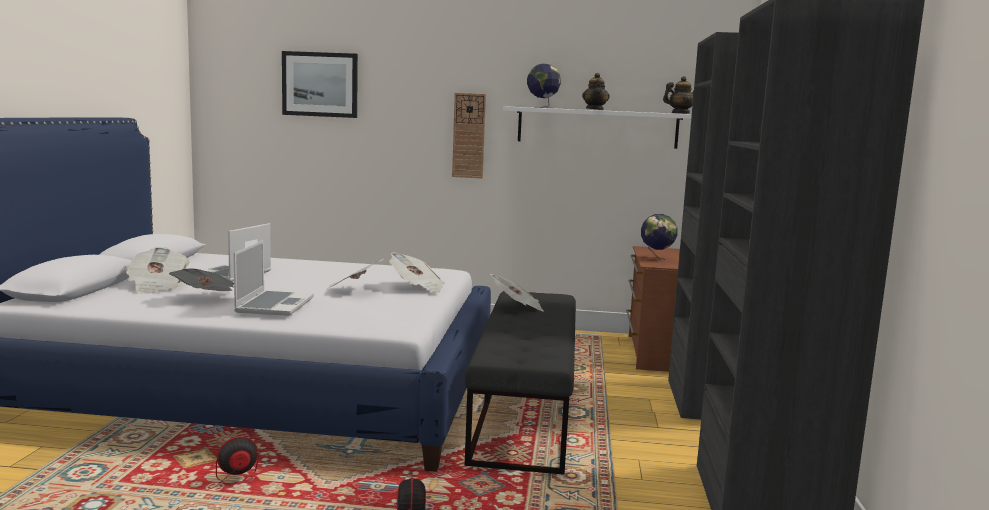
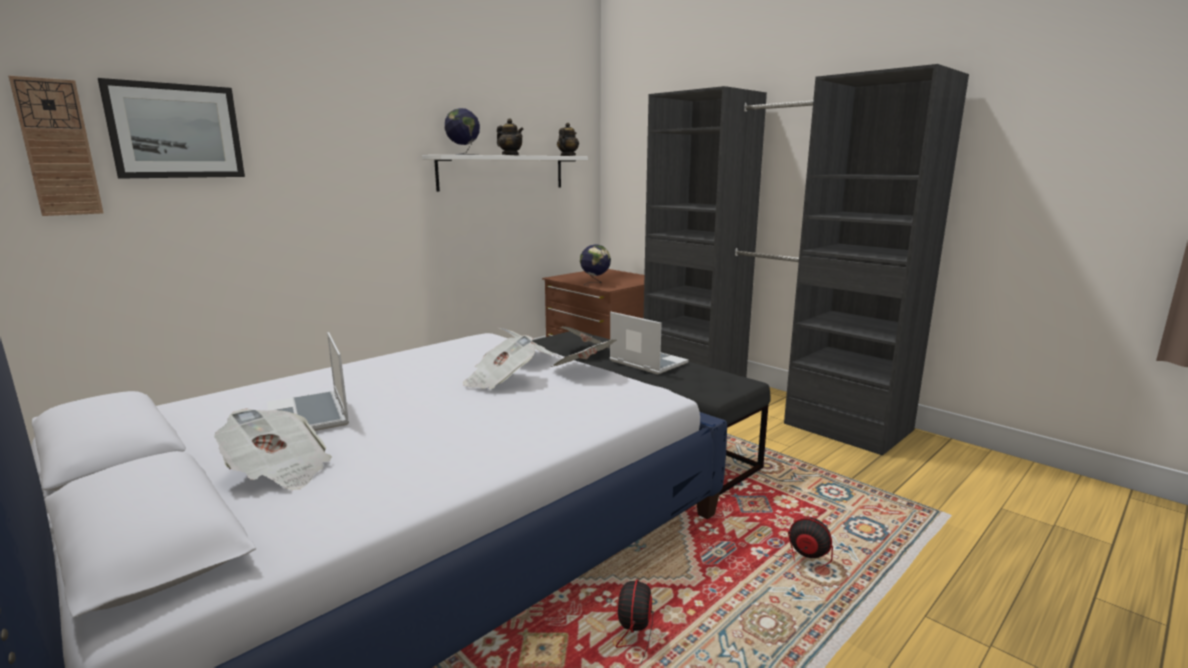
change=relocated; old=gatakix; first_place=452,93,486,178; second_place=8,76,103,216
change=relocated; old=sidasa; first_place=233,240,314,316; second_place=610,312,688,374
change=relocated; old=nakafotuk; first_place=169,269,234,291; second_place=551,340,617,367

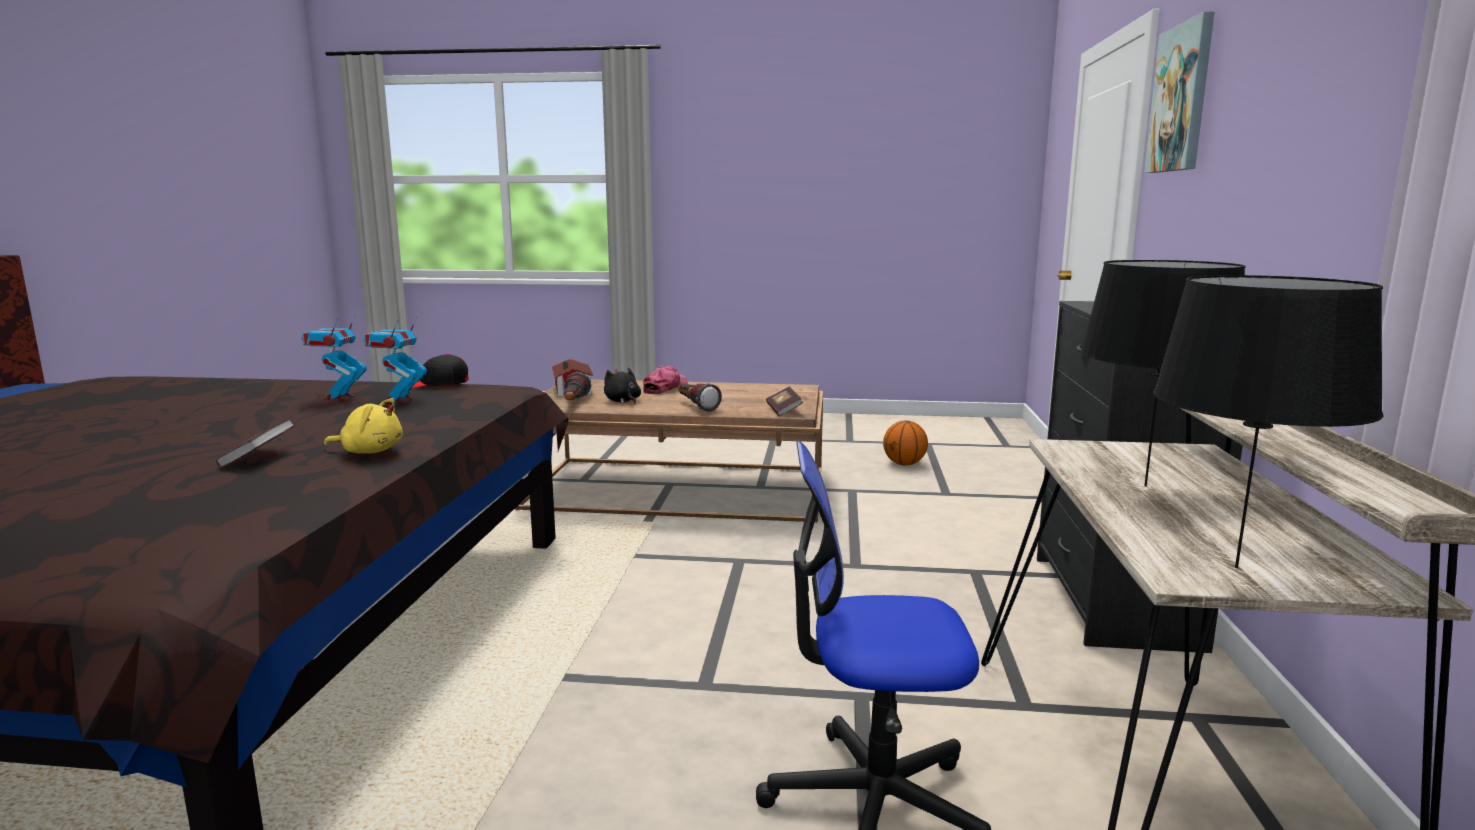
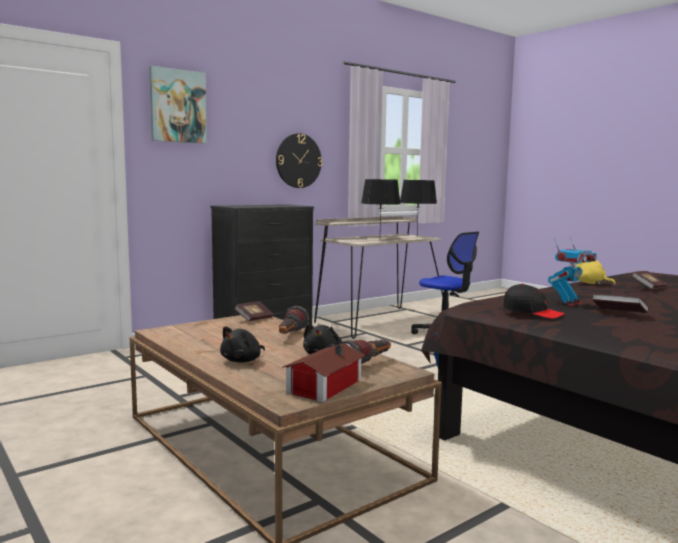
change=exchanged; old=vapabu; new=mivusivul; first_place=302,314,367,401; second_place=592,294,649,313
change=exchanged; old=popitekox; new=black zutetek; first_place=643,366,688,394; second_place=220,326,265,362
change=missing; old=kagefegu; first_place=883,420,928,466
change=appeared; new=gatakix; second_place=276,133,322,188

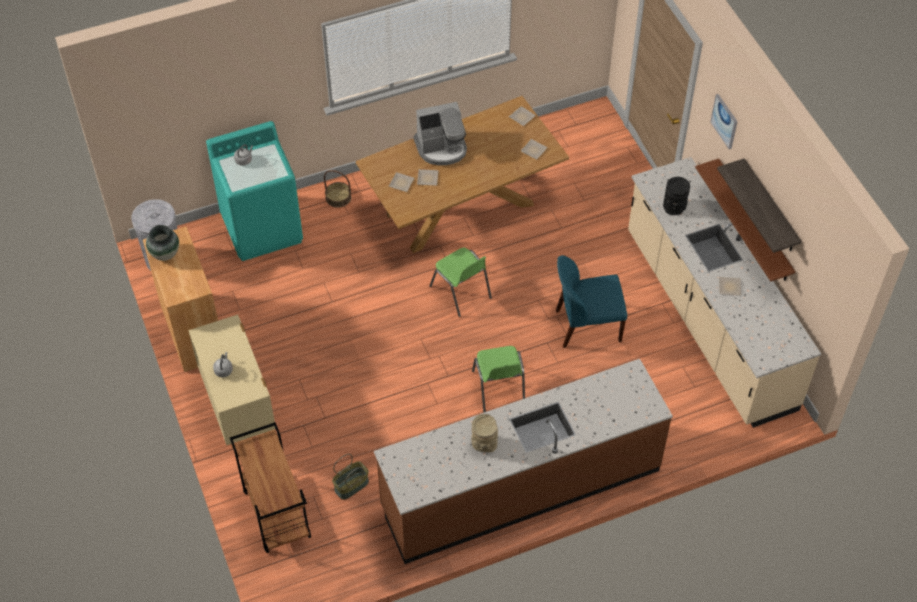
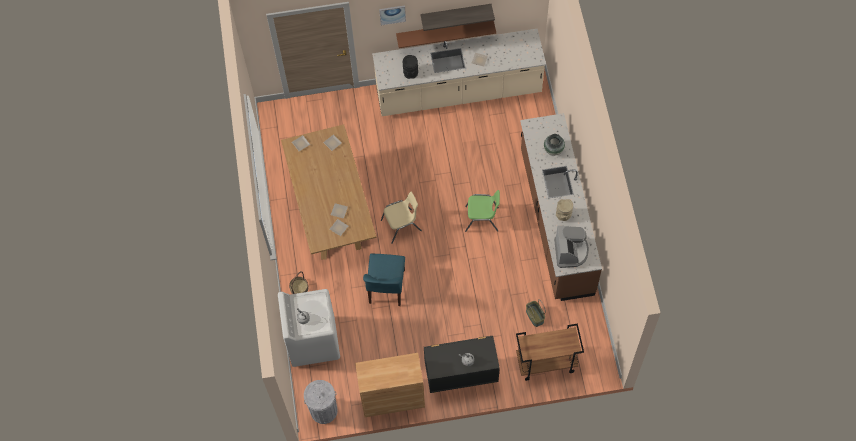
change=relocated; old=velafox; first_place=413,102,467,165; second_place=554,226,589,268
change=colour; old=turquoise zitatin; new=white zitatin; first_place=206,121,303,261; second_place=278,289,340,367
change=relocated; old=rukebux; first_place=146,225,179,261; second_place=544,134,565,156
change=colour; old=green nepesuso; new=beige nepesuso; first_place=430,247,492,317; second_place=381,192,422,244
change=relocated; old=blue nepesuso; first_place=556,255,627,348; second_place=363,253,405,306
change=colour; old=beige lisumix; new=black lisumix; first_place=188,315,275,448; second_place=424,336,500,393

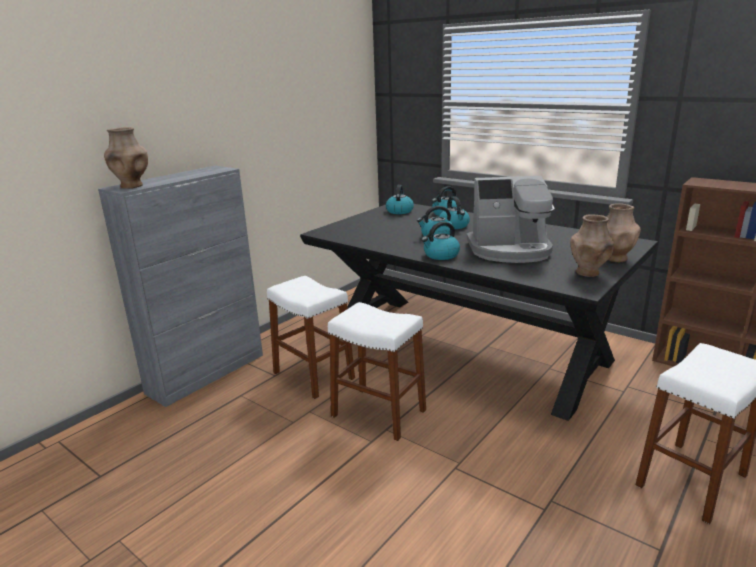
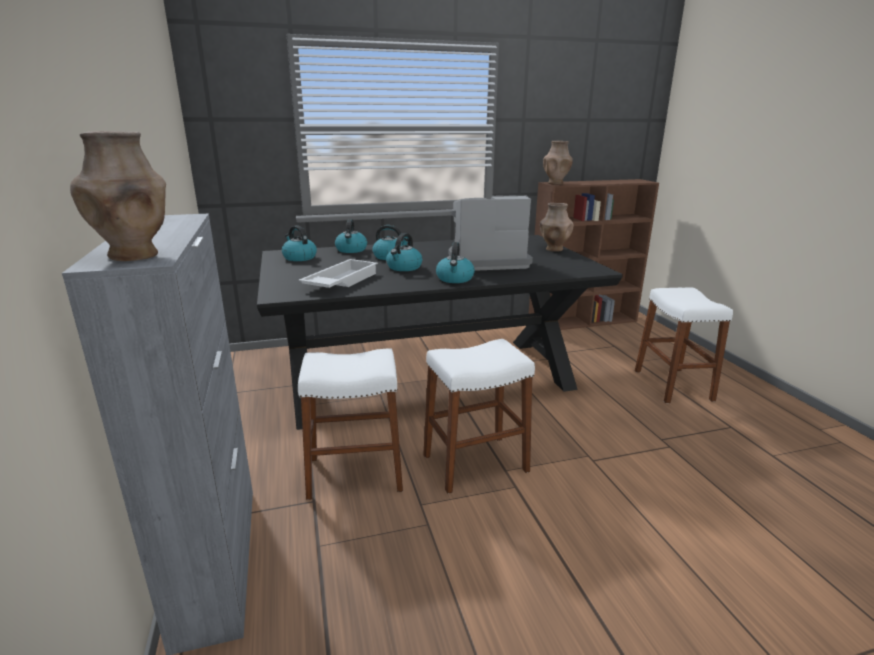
change=spun; old=velafox; first_place=467,176,555,263; second_place=449,195,533,271; degrees=-135
change=relocated; old=brown rukebux; first_place=570,214,614,277; second_place=543,141,573,184
change=appeared; new=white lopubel; second_place=299,259,378,288

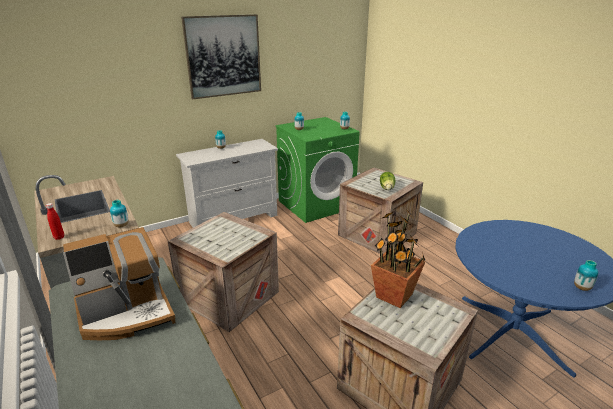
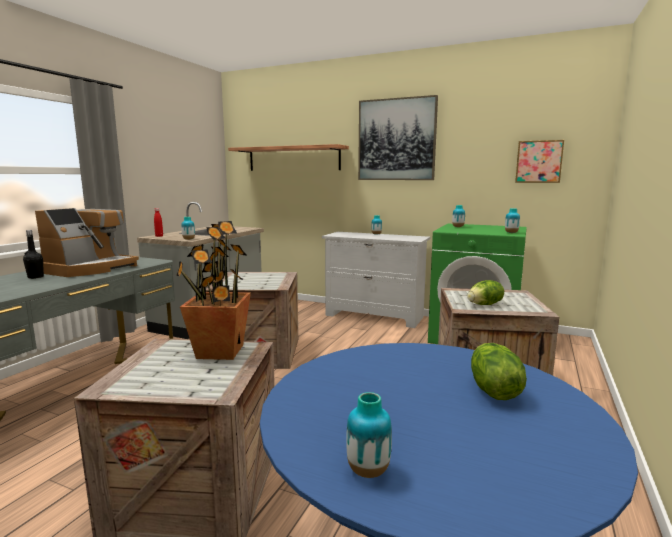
change=spun; old=velafox; first_place=63,227,176,340; second_place=35,208,139,277; degrees=-90
change=appeared; new=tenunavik; second_place=515,140,564,183
change=appeared; new=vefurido; second_place=228,144,349,171
change=appeared; new=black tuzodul; second_place=23,230,44,279
change=appeared; new=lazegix; second_place=471,343,527,400

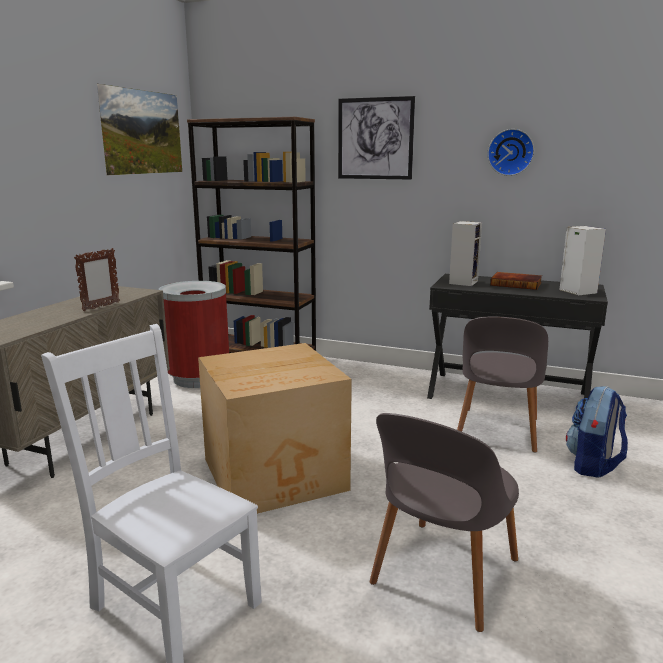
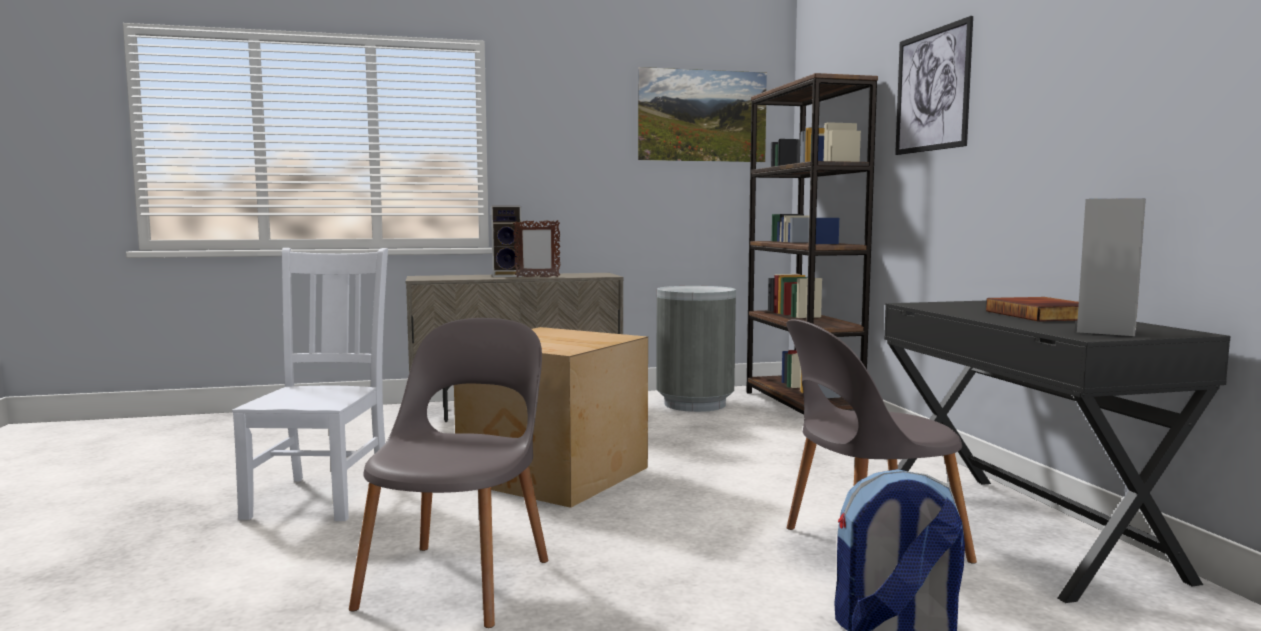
change=missing; old=gatakix; first_place=487,129,534,176
change=relocated; old=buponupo; first_place=449,221,482,286; second_place=491,205,522,277
change=colour; old=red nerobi; new=grey nerobi; first_place=159,281,229,388; second_place=656,286,736,412
change=spun; old=grey nepesuso; first_place=369,413,519,632; second_place=349,318,548,628; degrees=105

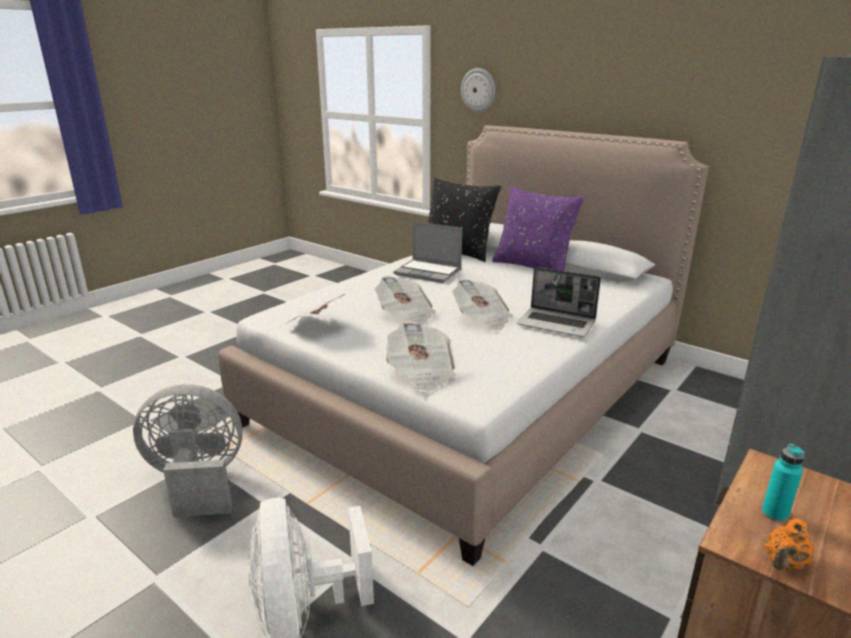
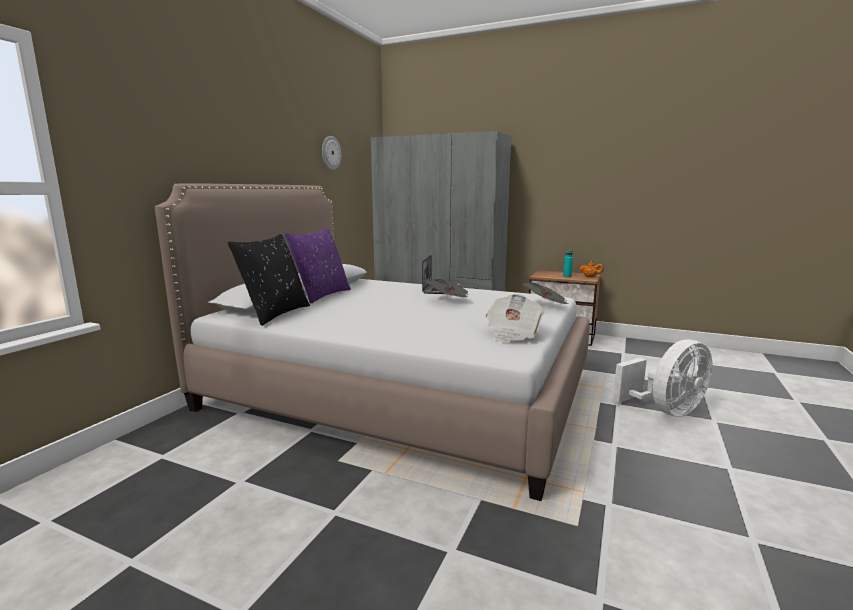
change=relocated; old=gatakix; first_place=461,68,495,112; second_place=322,136,341,170
change=missing; old=sidasa; first_place=393,221,462,283
change=missing; old=nakafotuk; first_place=375,276,436,325
change=missing; old=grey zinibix; first_place=133,384,243,518

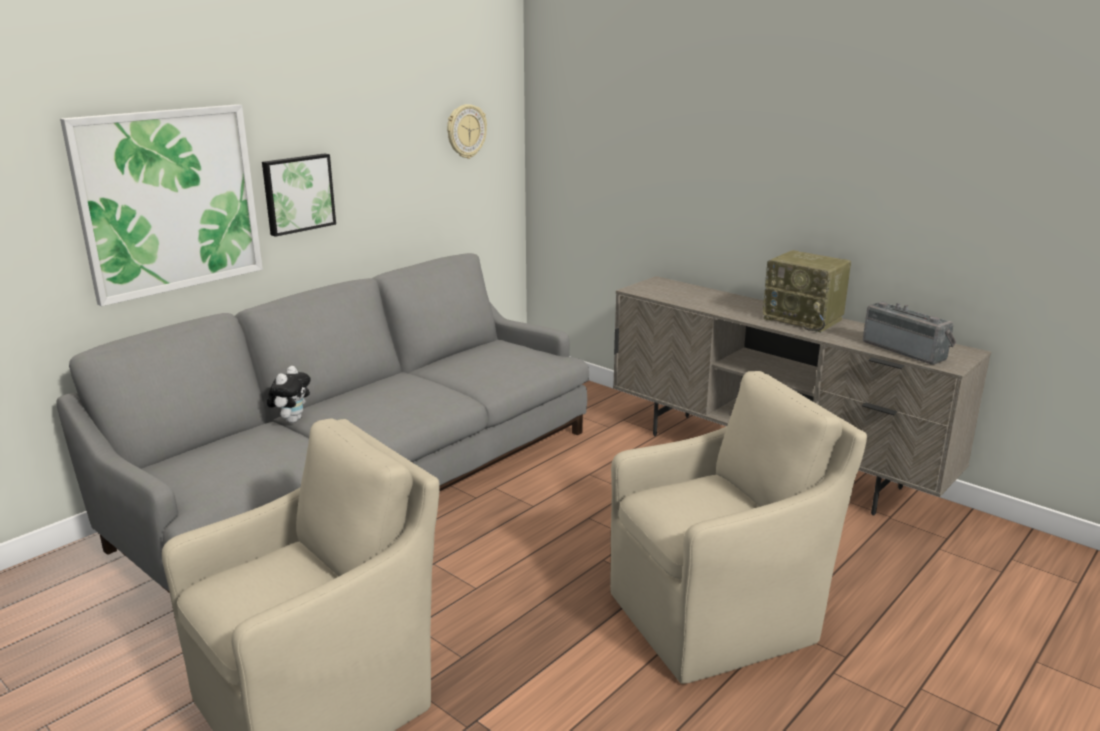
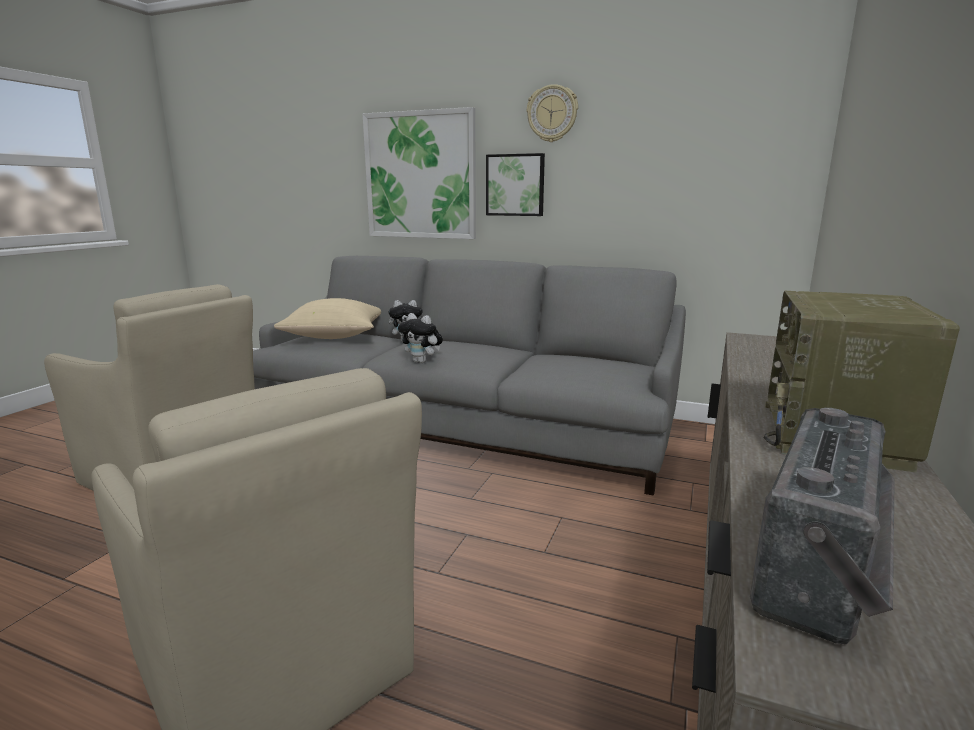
change=relocated; old=gatakix; first_place=447,104,487,159; second_place=527,84,578,142
change=appeared; new=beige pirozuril; second_place=274,298,381,339
change=appeared; new=zutetek; second_place=398,313,443,363

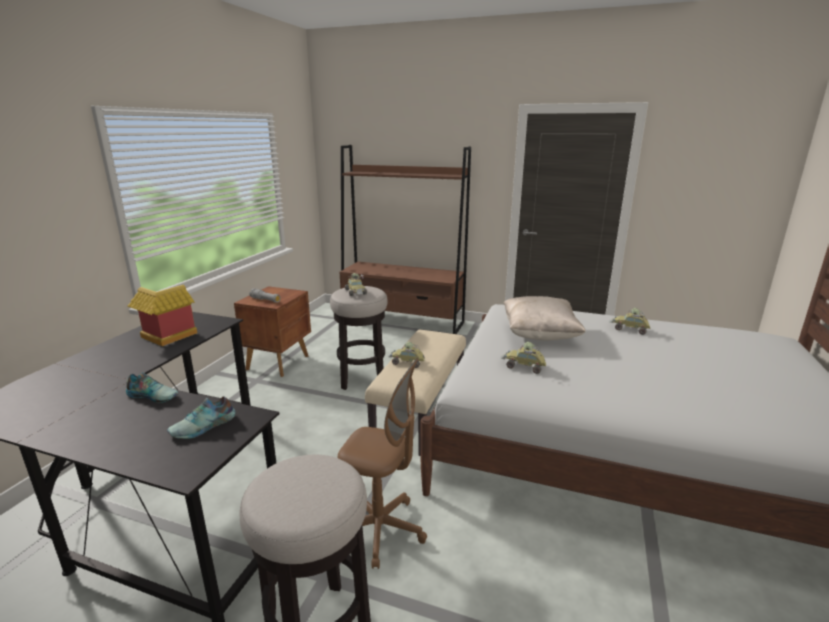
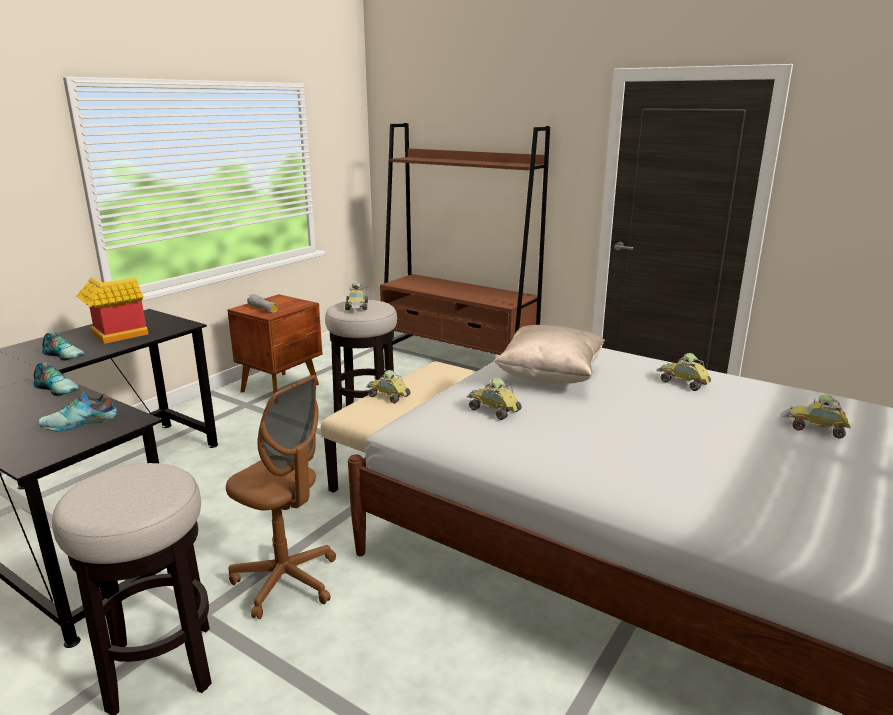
change=appeared; new=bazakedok; second_place=42,332,85,361
change=appeared; new=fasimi; second_place=780,394,851,438

